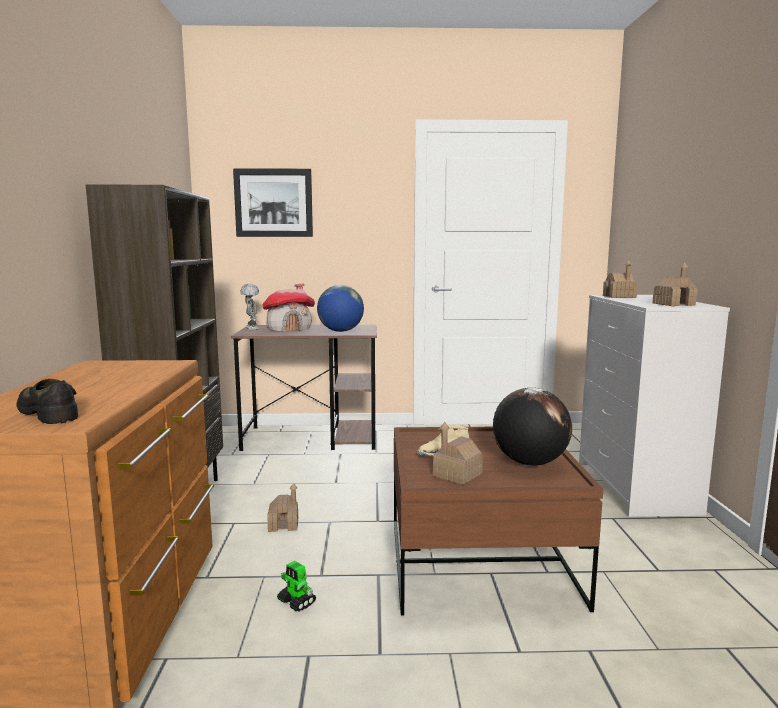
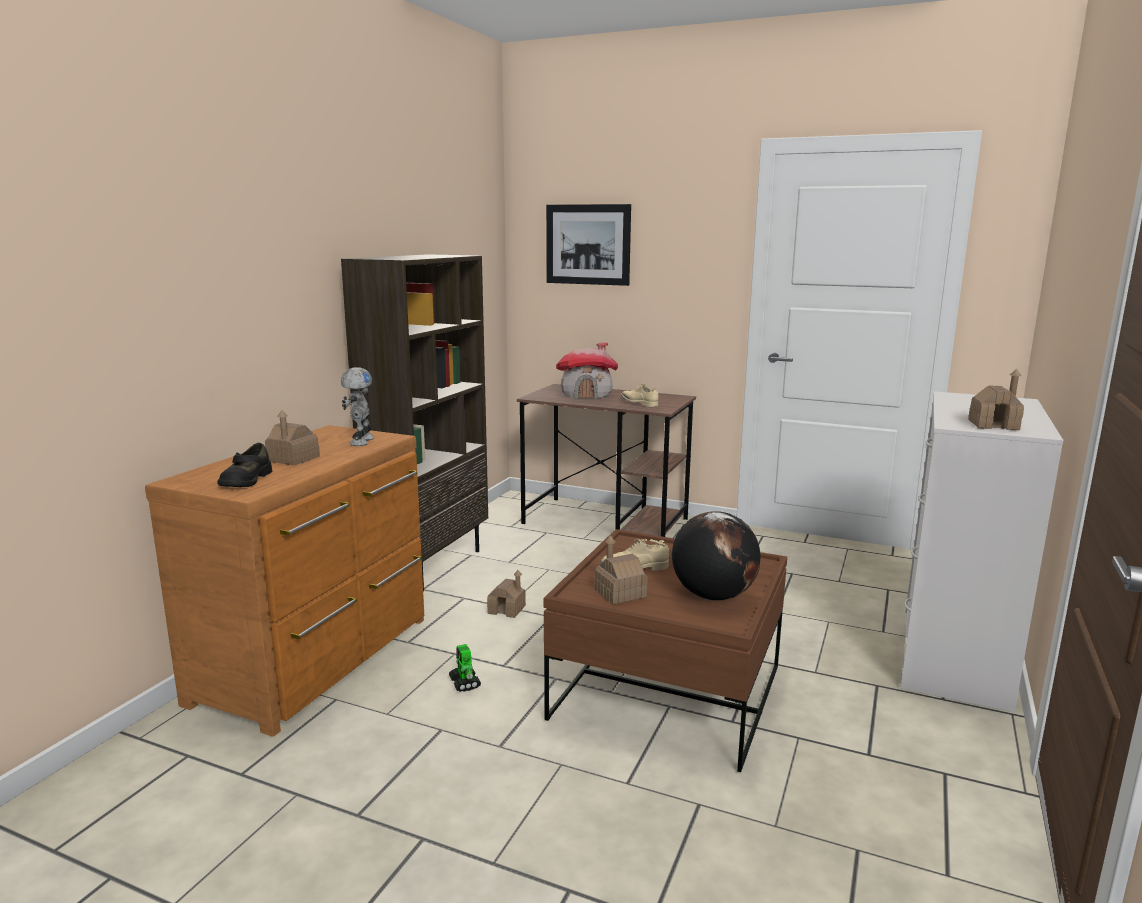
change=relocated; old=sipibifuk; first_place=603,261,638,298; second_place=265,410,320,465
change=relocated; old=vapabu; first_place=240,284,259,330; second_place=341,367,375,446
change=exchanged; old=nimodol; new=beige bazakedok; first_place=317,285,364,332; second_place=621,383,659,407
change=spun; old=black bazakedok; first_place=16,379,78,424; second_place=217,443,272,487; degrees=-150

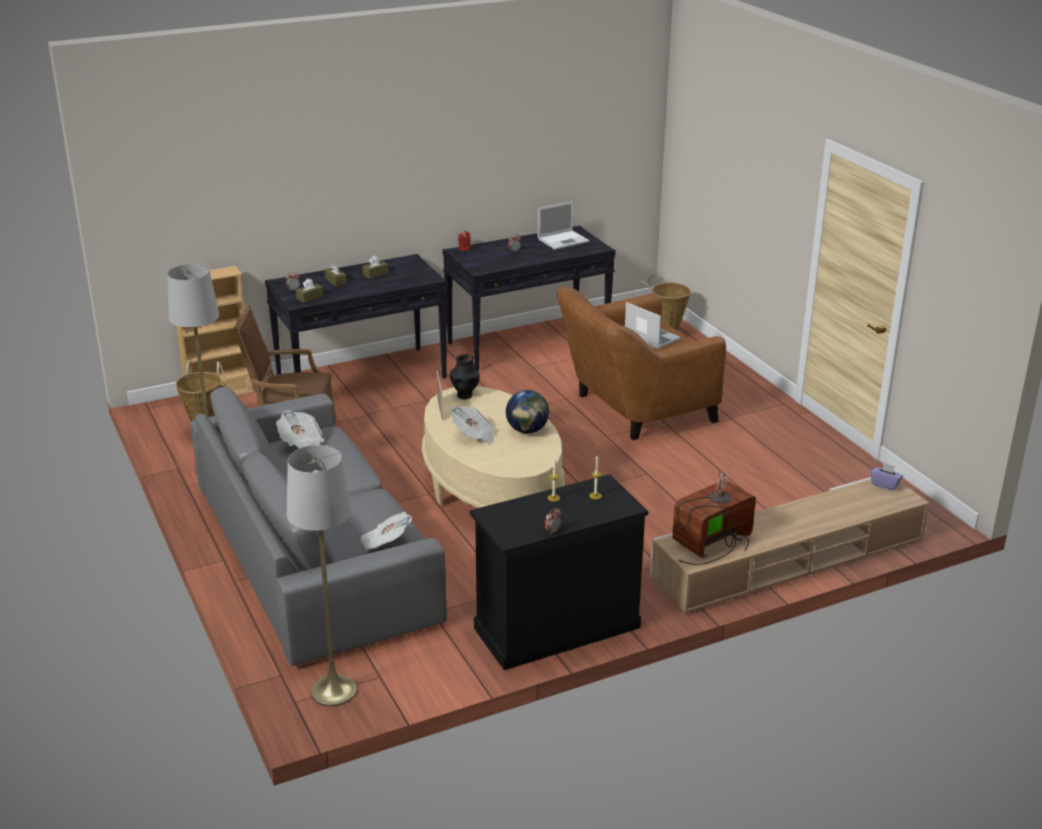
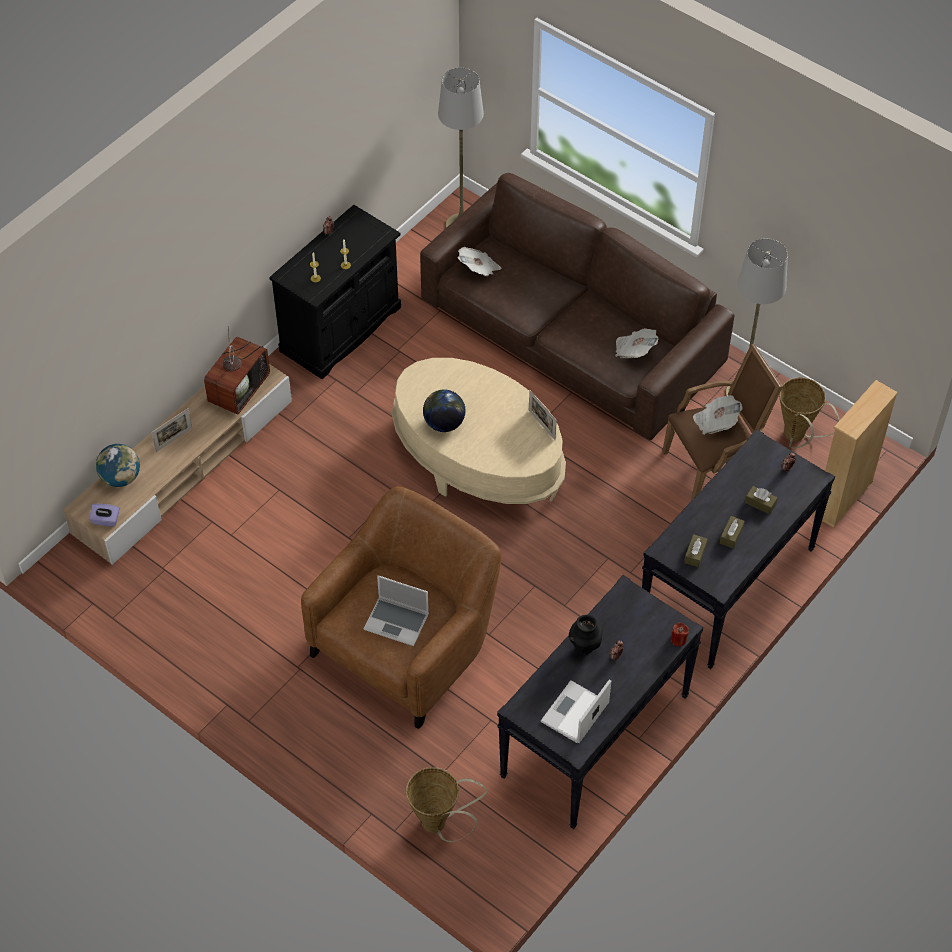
change=relocated; old=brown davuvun; first_place=296,278,323,303; second_place=684,534,707,567
change=relocated; old=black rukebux; first_place=450,354,480,399; second_place=569,615,603,655
change=colour; old=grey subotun; new=brown subotun; first_place=190,387,447,666; second_place=420,173,734,440
change=relocated; old=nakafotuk; first_place=451,406,496,444; second_place=693,395,743,435
change=appeared; new=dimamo; second_place=151,408,192,452
change=appeared; new=nimodol; second_place=96,444,140,487

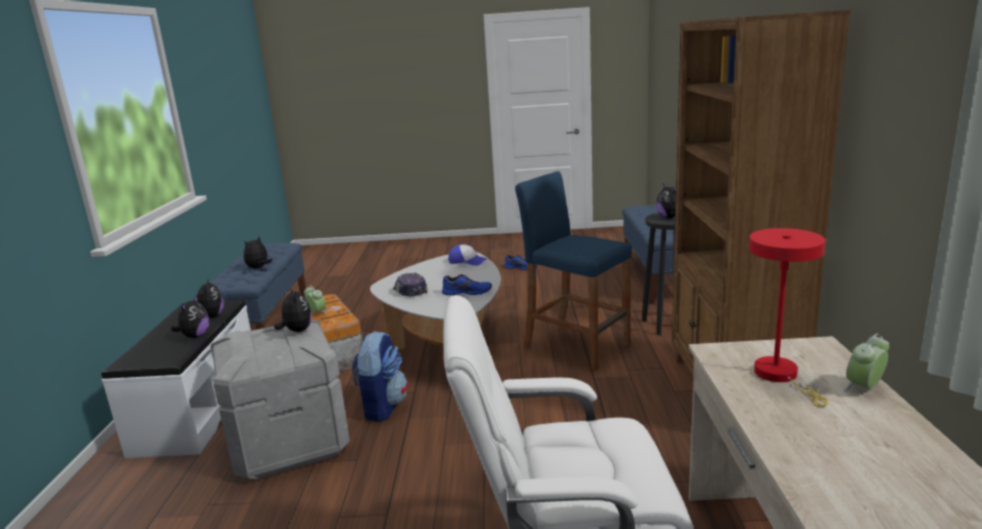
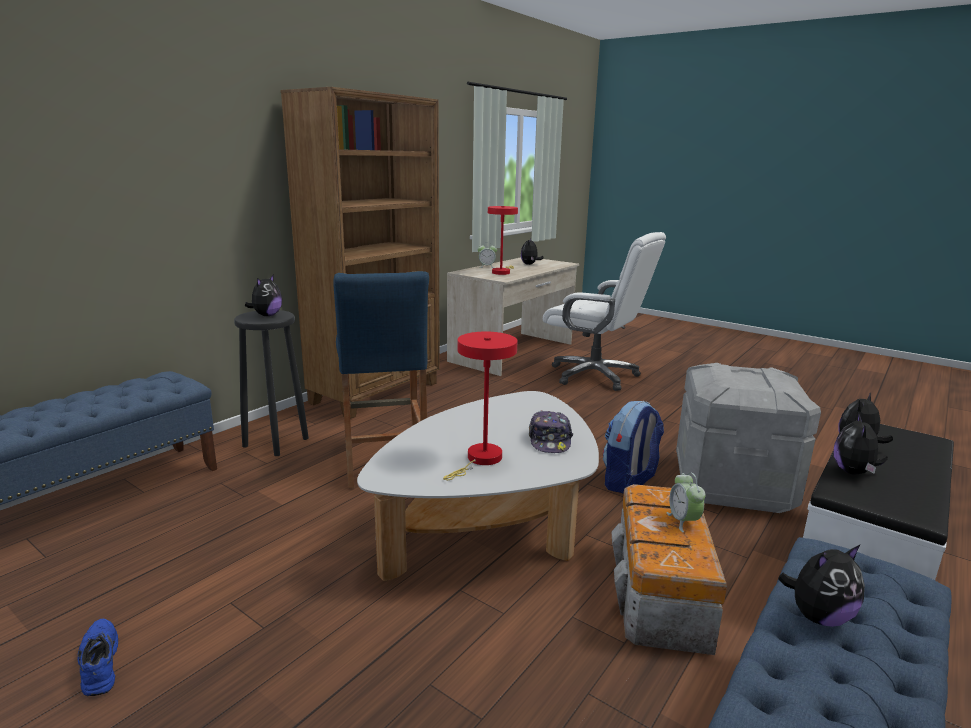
change=missing; old=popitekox; first_place=448,244,487,266
change=missing; old=blue bazakedok; first_place=442,274,492,295
change=relocated; old=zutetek; first_place=274,286,312,332; second_place=521,238,544,265
change=appeared; new=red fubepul; second_place=443,331,518,480

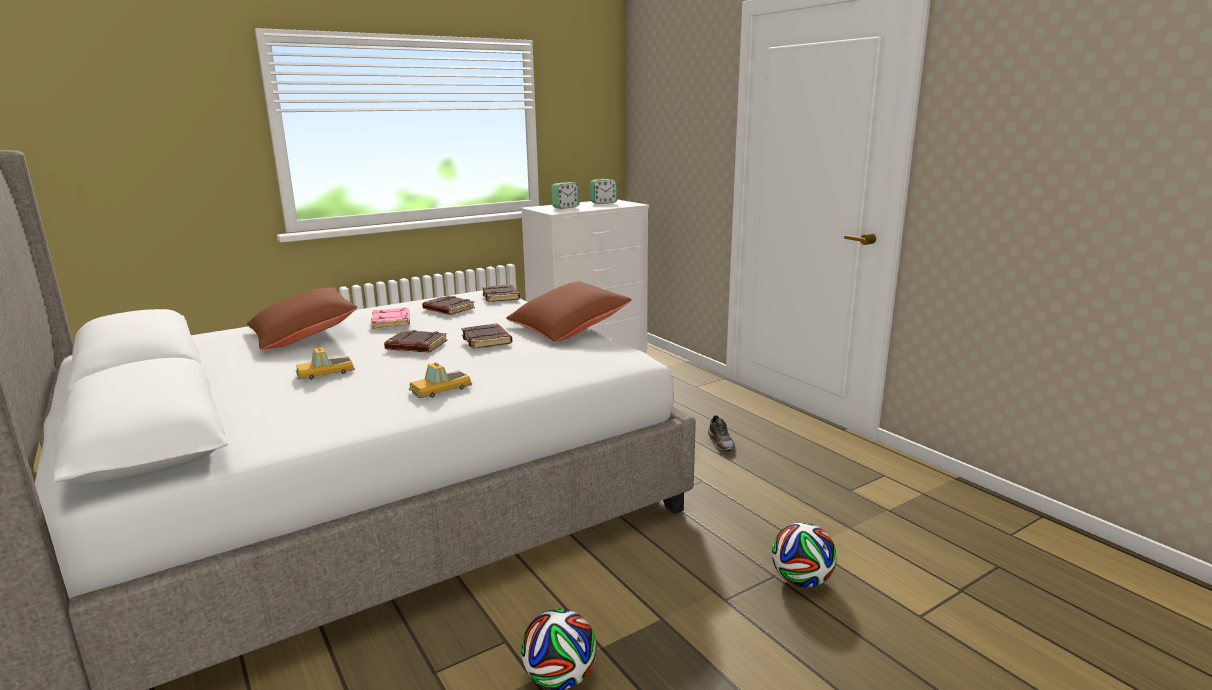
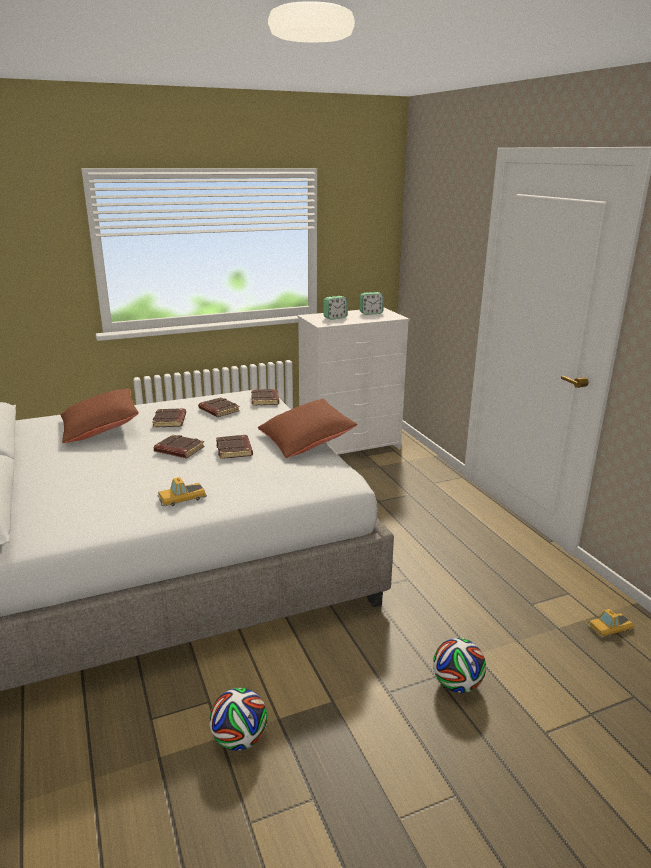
change=colour; old=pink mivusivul; new=brown mivusivul; first_place=371,308,410,329; second_place=152,408,186,427
change=relocated; old=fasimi; first_place=296,347,355,380; second_place=586,609,634,638
change=missing; old=grey bazakedok; first_place=708,415,735,451

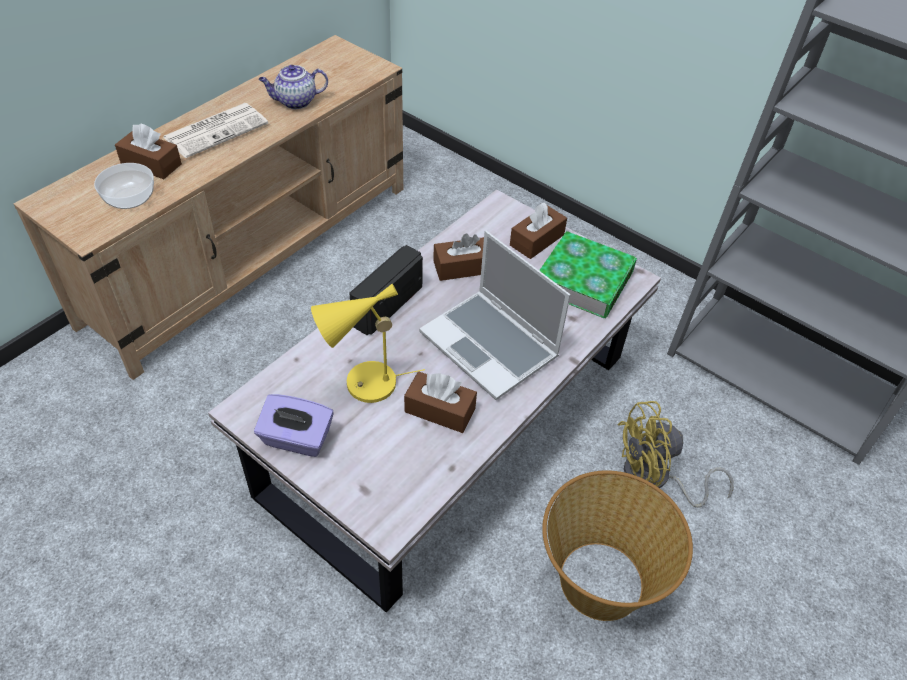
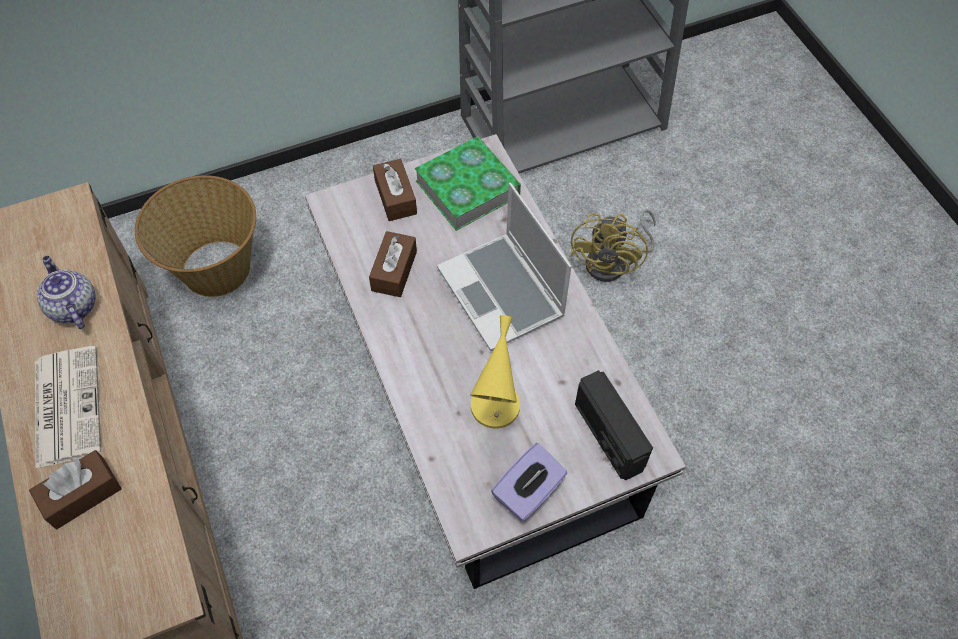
change=spun; old=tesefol; first_place=258,65,328,109; second_place=37,256,95,329; degrees=135
change=missing; old=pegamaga; first_place=94,163,154,209
change=spun; old=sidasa; first_place=419,230,571,400; second_place=437,182,572,351; degrees=75
change=relocated; old=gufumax; first_place=349,245,423,336; second_place=575,370,653,480
change=missing; old=brown davuvun; first_place=404,372,477,433
change=relocated; old=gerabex; first_place=542,470,693,621; second_place=135,175,256,297

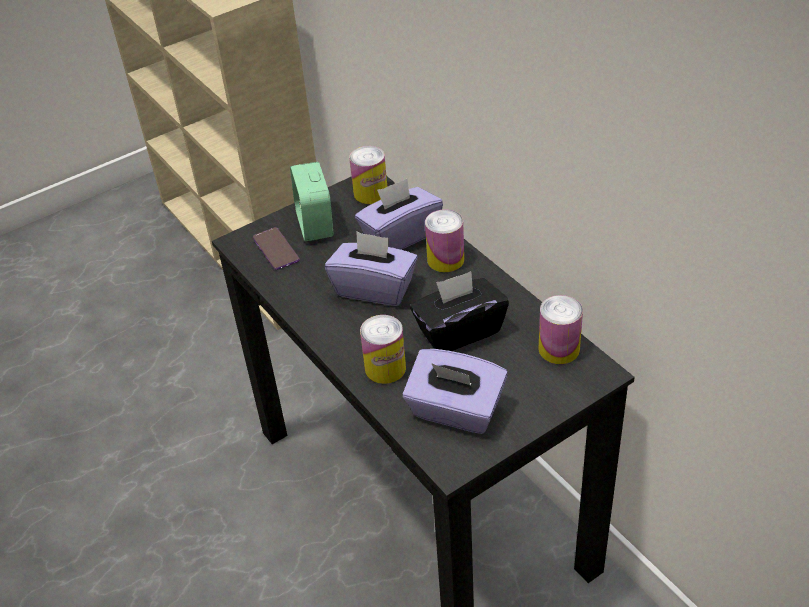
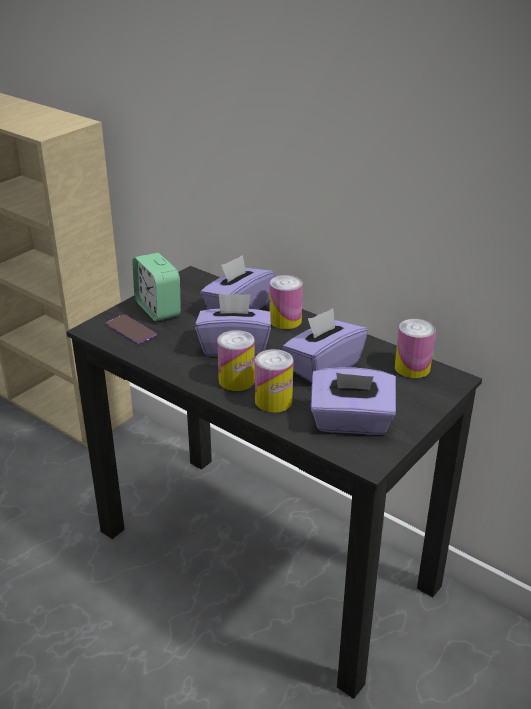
change=relocated; old=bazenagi; first_place=349,146,387,204; second_place=217,330,255,391
change=colour; old=black davuvun; new=purple davuvun; first_place=410,271,509,351; second_place=283,308,368,382

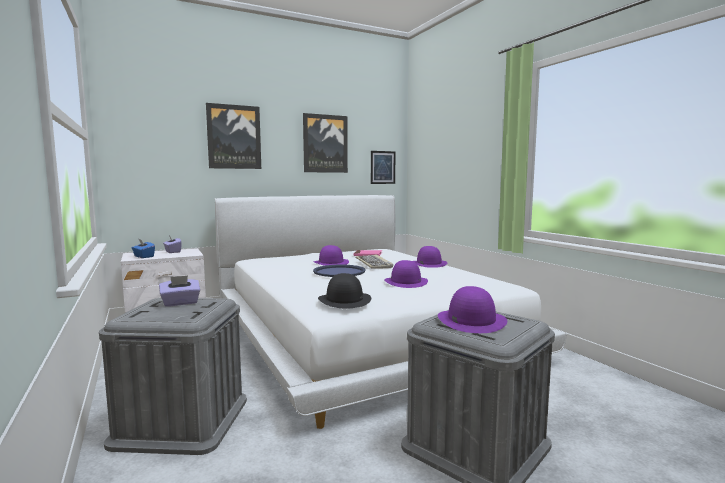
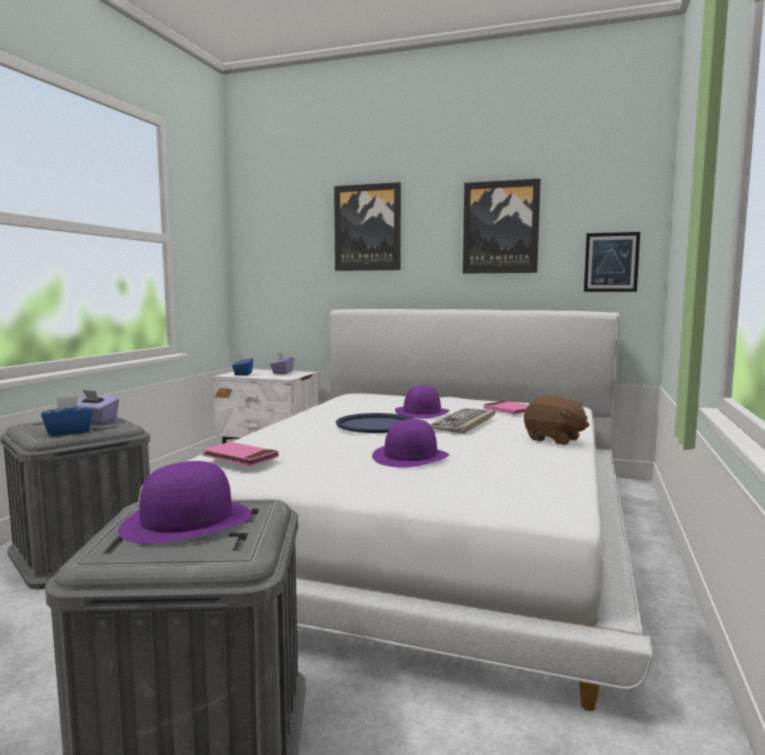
change=exchanged; old=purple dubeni; new=brown zutetek; first_place=413,246,447,268; second_place=524,396,589,445
change=exchanged; old=black dubeni; new=pink mivusivul; first_place=318,273,371,309; second_place=202,442,279,466
change=appeared; new=blue davuvun; second_place=41,396,93,435

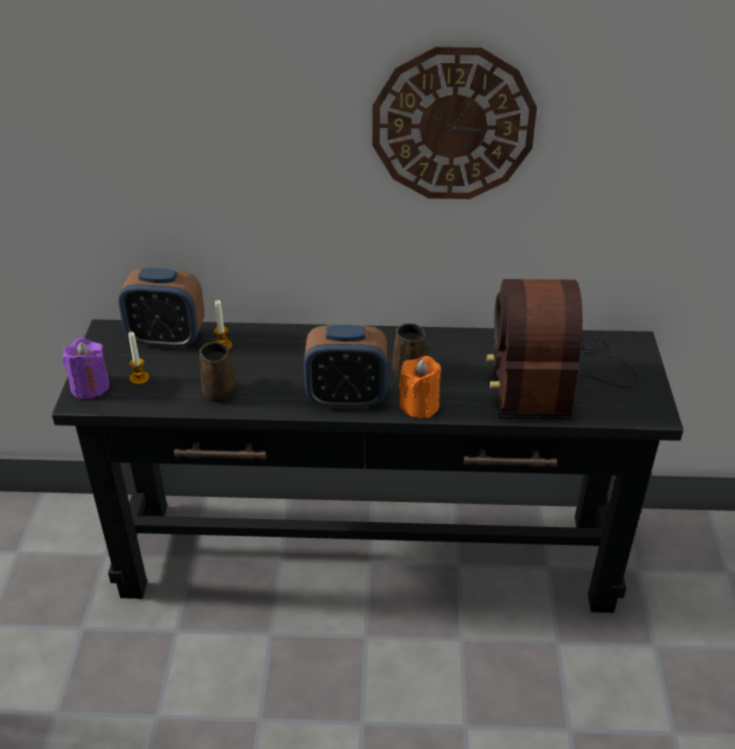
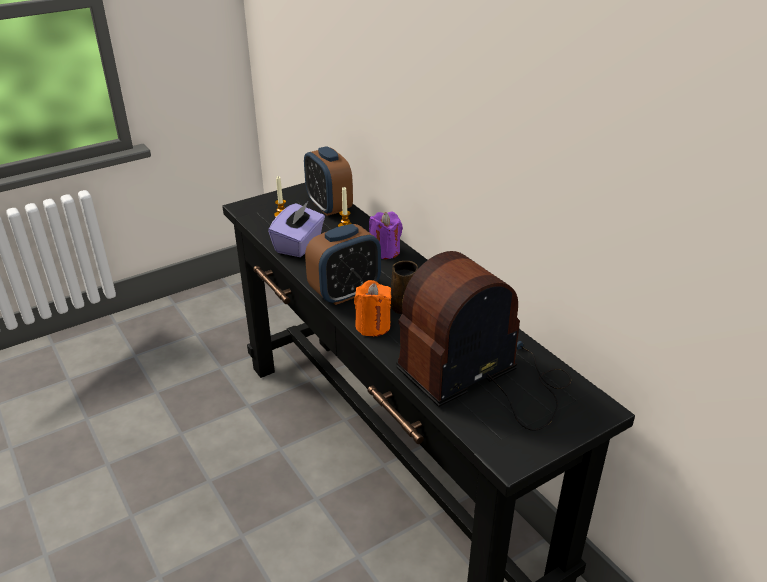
change=missing; old=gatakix; first_place=372,46,537,199
change=spun; old=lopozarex; first_place=304,325,387,409; second_place=305,224,381,305; degrees=-90
change=relocated; old=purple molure; first_place=62,338,110,399; second_place=369,212,403,259
change=exchanged; old=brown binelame; new=purple davuvun; first_place=199,342,236,403; second_place=268,202,325,257

